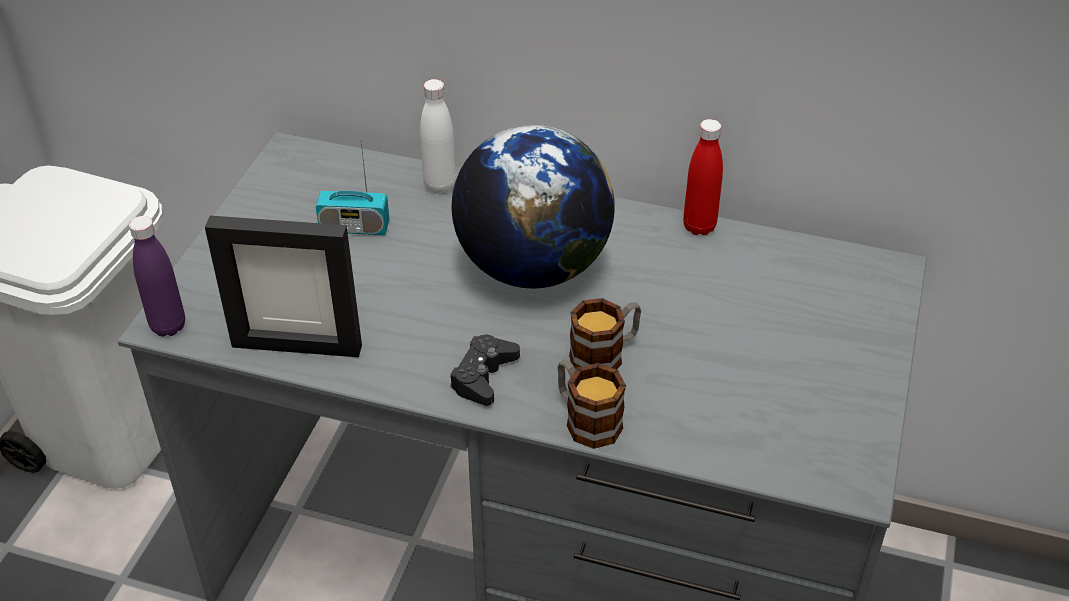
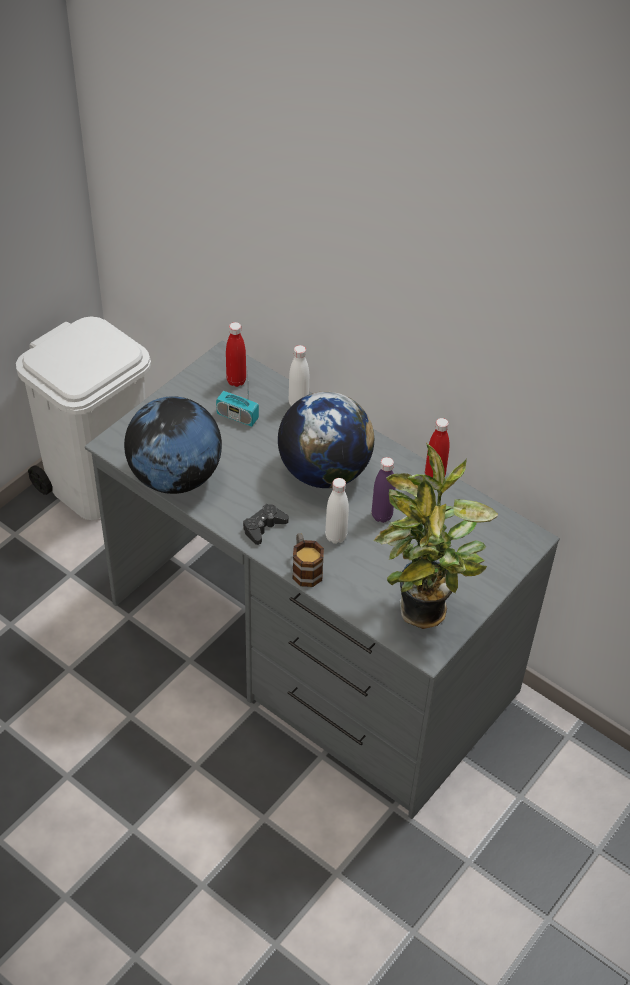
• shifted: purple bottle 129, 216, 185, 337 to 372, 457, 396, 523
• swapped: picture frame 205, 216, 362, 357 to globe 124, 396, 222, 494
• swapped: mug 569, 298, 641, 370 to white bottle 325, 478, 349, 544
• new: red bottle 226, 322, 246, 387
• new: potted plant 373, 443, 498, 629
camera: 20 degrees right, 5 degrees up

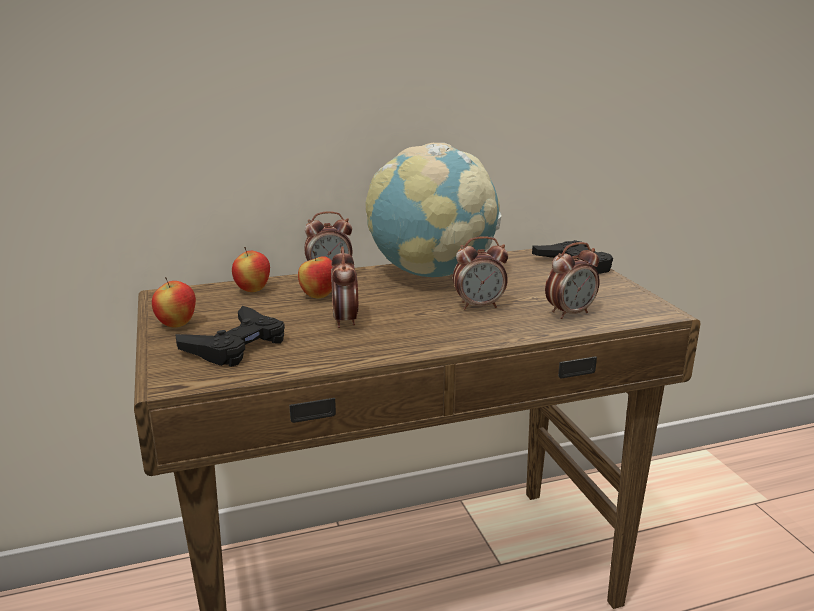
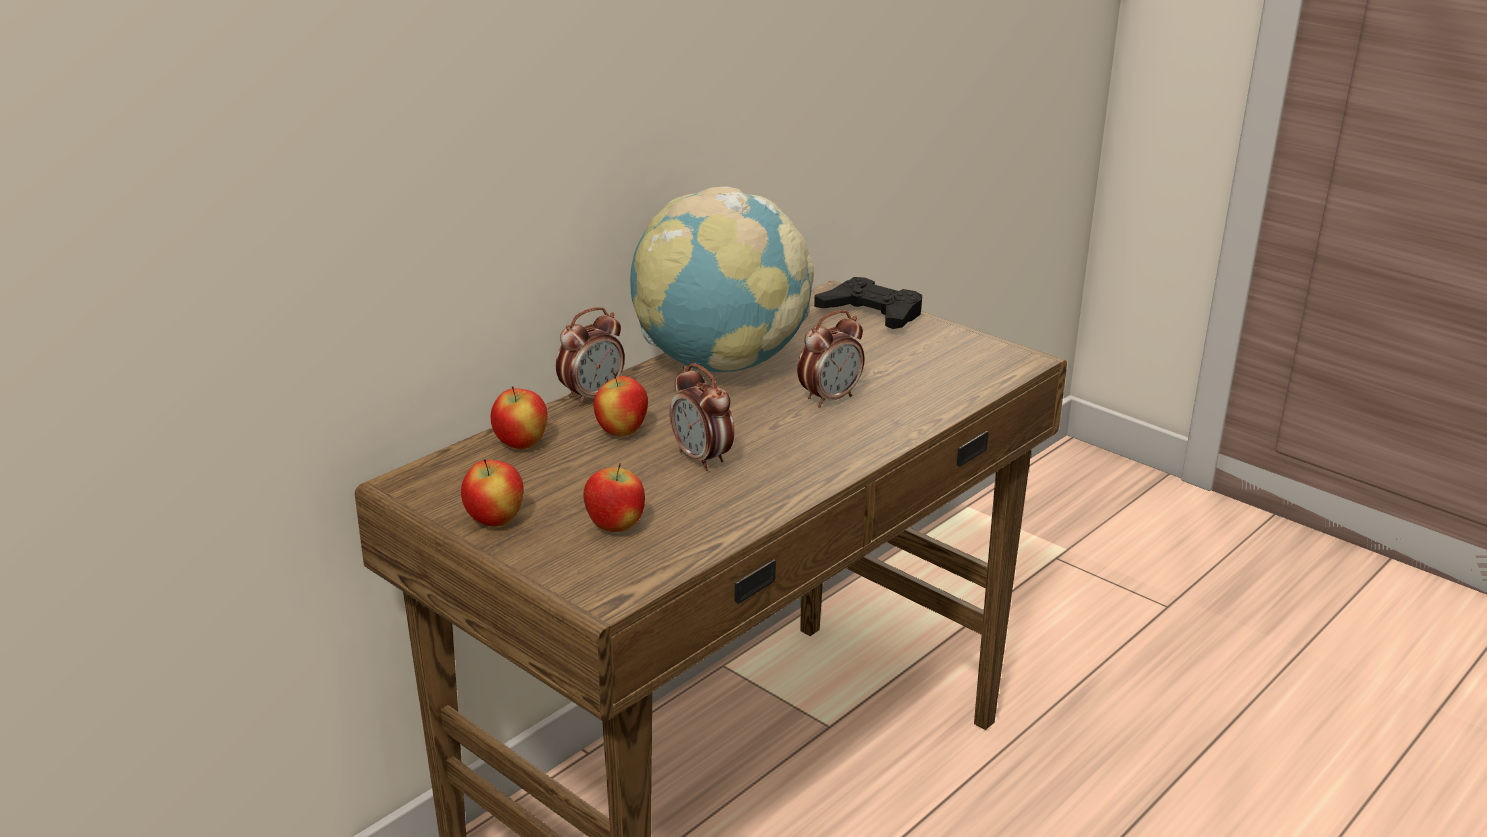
• gone: alarm clock 545, 242, 600, 319
• swapped: black game controller 175, 306, 285, 367 to apple 584, 463, 645, 532
camera: 30 degrees left, 5 degrees up

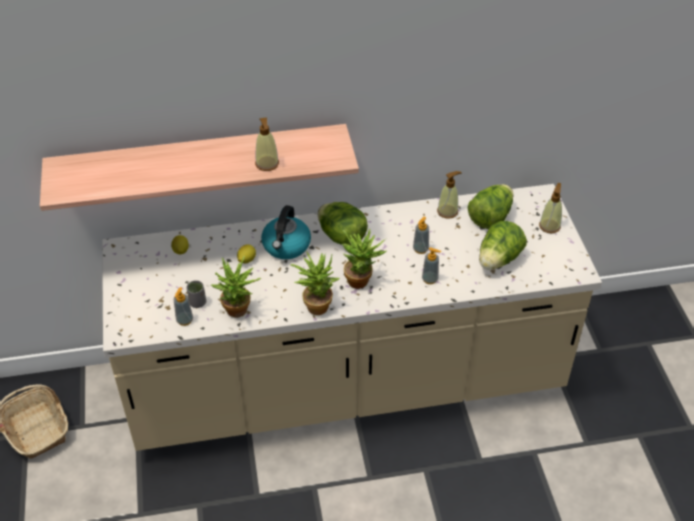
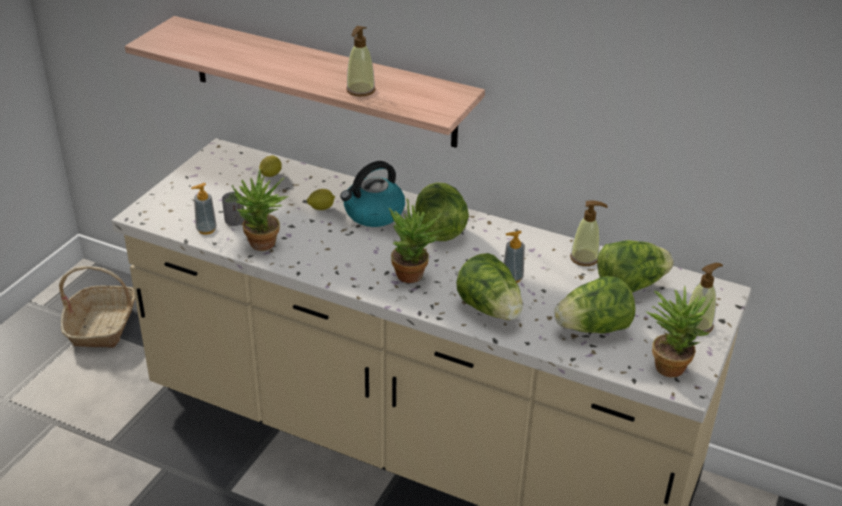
• swapped: soap dispenser 422, 247, 441, 284 to lettuce 456, 253, 523, 320
• shifted: potted plant 290, 251, 340, 315 to 647, 286, 713, 377
camera: 35 degrees right, 10 degrees down

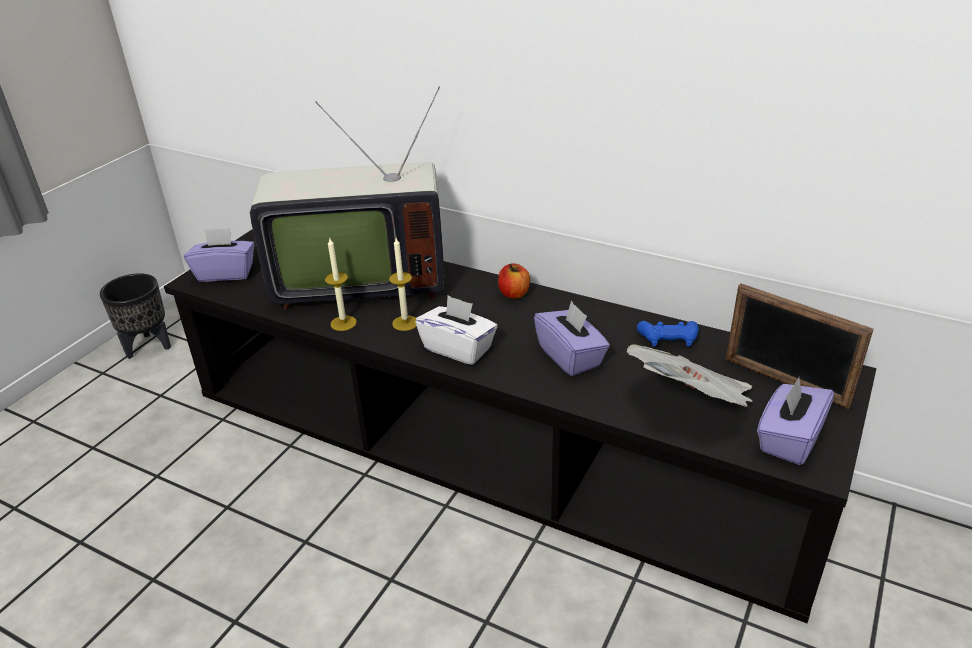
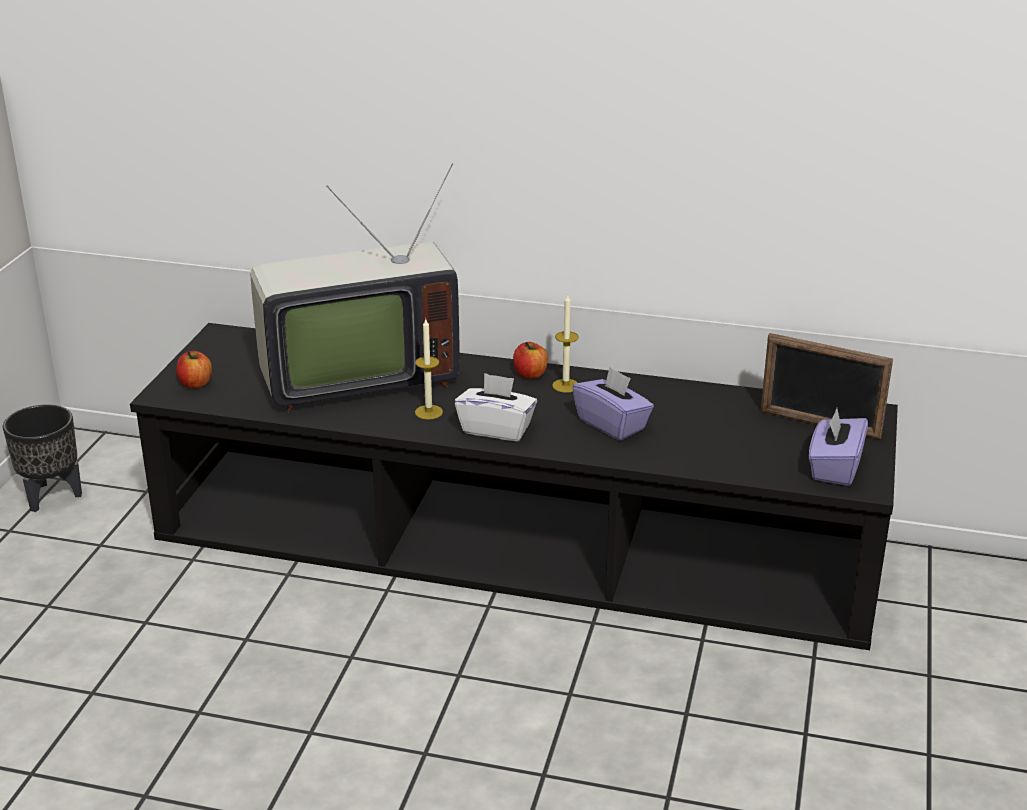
• swapped: purple tissue box 184, 228, 255, 282 to apple 176, 351, 212, 388
• shifted: candle 325, 238, 357, 331 to 552, 295, 579, 393
• gone: blue game controller 637, 321, 699, 347
• gone: newspaper 627, 344, 752, 407
camera: 15 degrees left, 5 degrees down

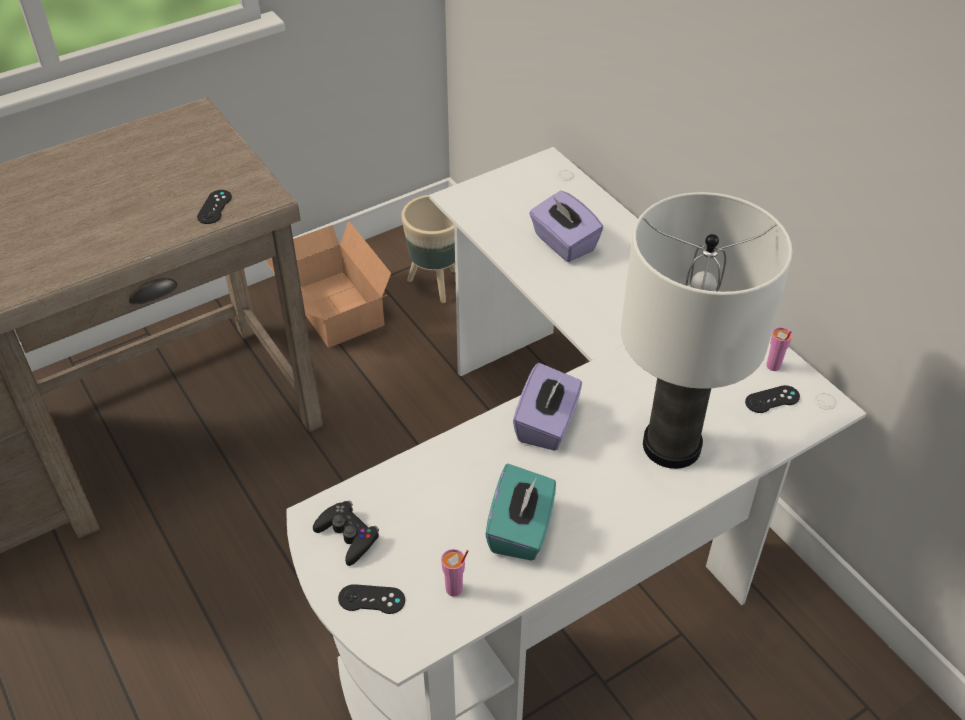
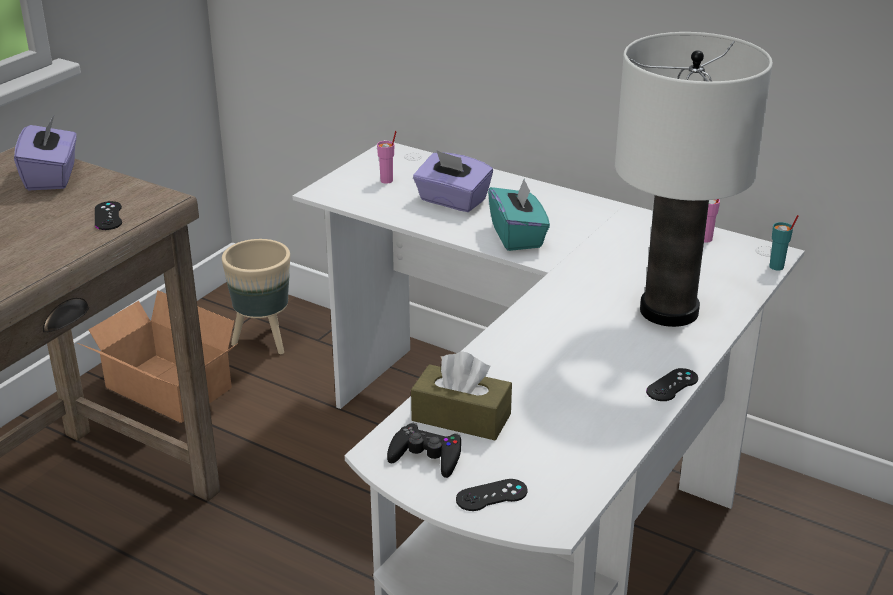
• shifted: purple tissue box 513, 363, 582, 451 to 14, 116, 77, 190
• shifted: black game controller 745, 385, 800, 413 to 646, 368, 698, 401
• shifted: turquoise tissue box 485, 464, 556, 561 to 488, 177, 550, 251
• shifted: pink cup 441, 549, 468, 597 to 377, 131, 397, 184
• new: turquoise cup 769, 215, 799, 271
• new: brown tissue box 411, 351, 512, 440
camera: 25 degrees left, 15 degrees down

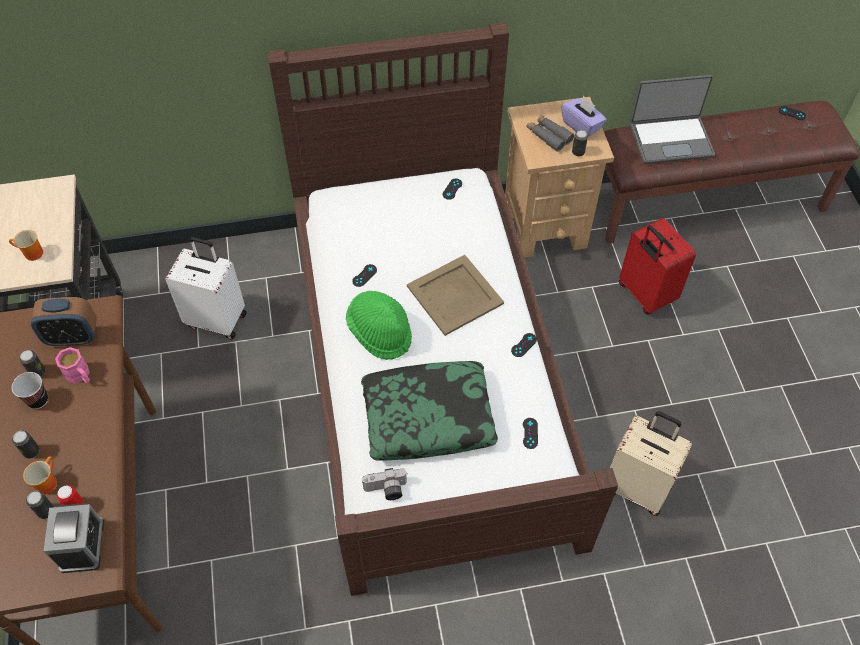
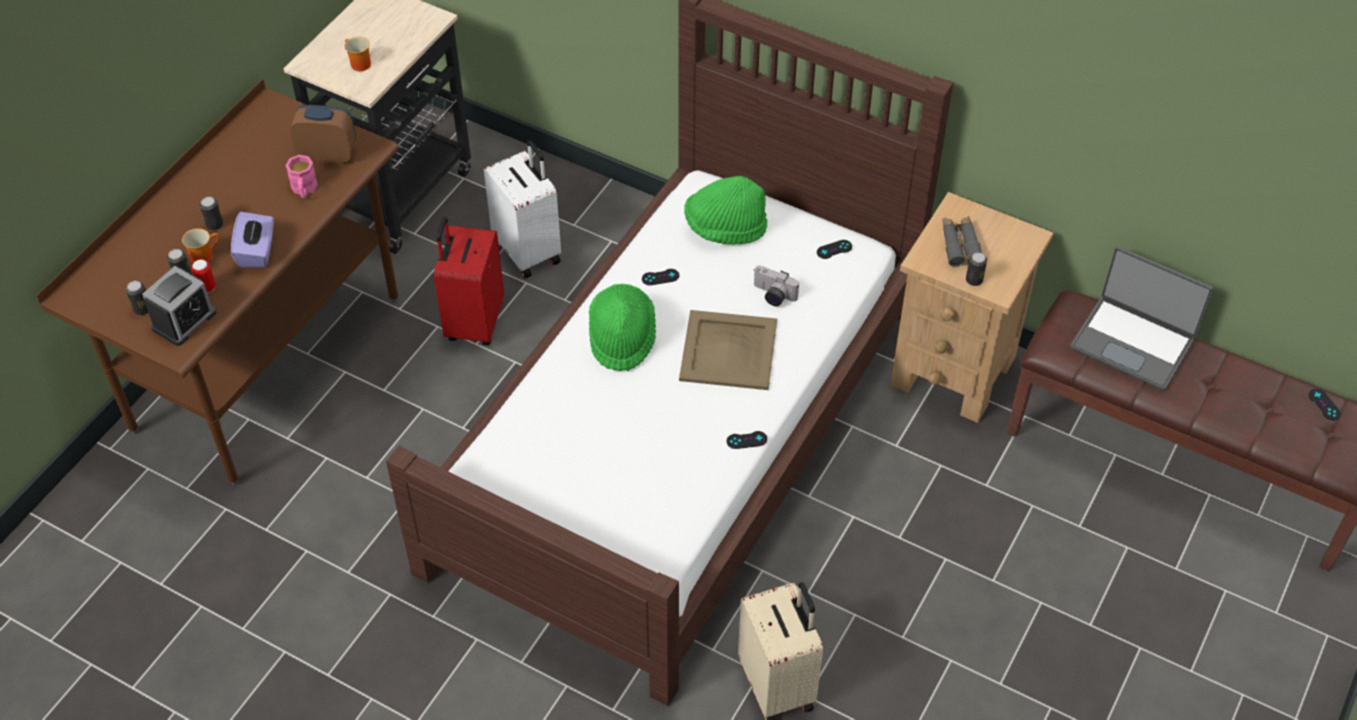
• shifted: purple tissue box 561, 96, 606, 137 to 231, 212, 274, 268
• shifted: red suitcase 619, 218, 696, 315 to 434, 217, 504, 345
• rotated: alarm clock 31, 297, 97, 346 = 290, 105, 356, 163 150 degrees clockwise
• shifted: can 19, 350, 45, 377 to 126, 281, 148, 315
• gone: pillow 361, 361, 498, 461
• gone: cup 12, 372, 48, 409
• gone: black game controller 523, 418, 538, 449
• shifted: photo camera 362, 468, 407, 500 to 754, 266, 799, 306
• new: green hat 684, 176, 767, 244
camera: 40 degrees right, 5 degrees down

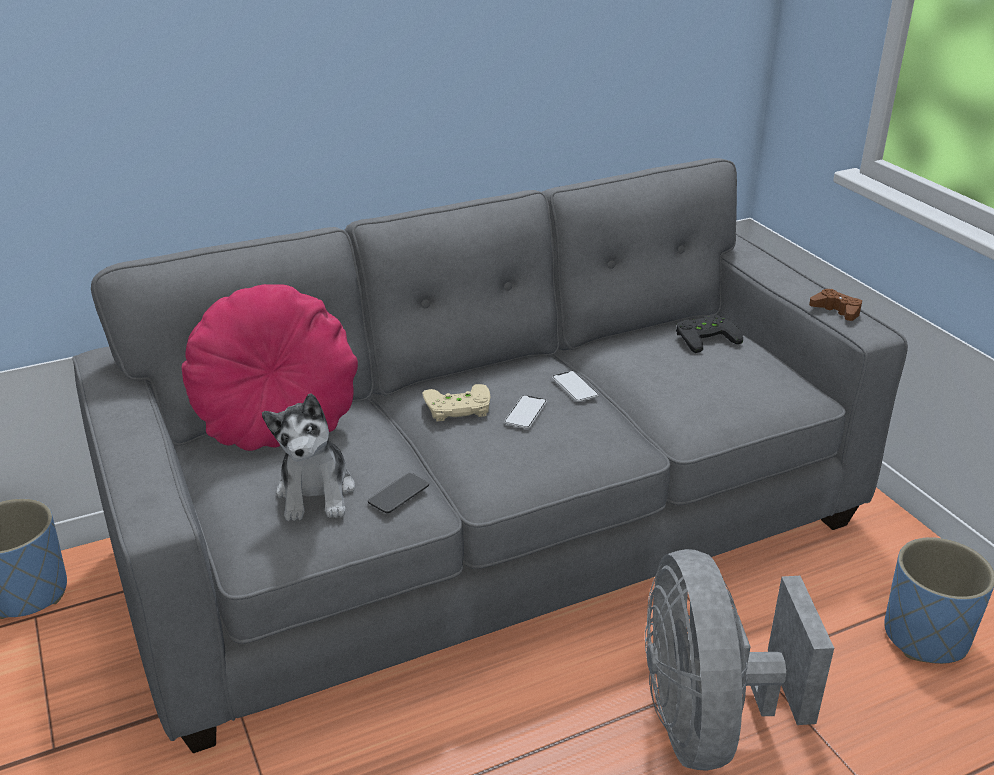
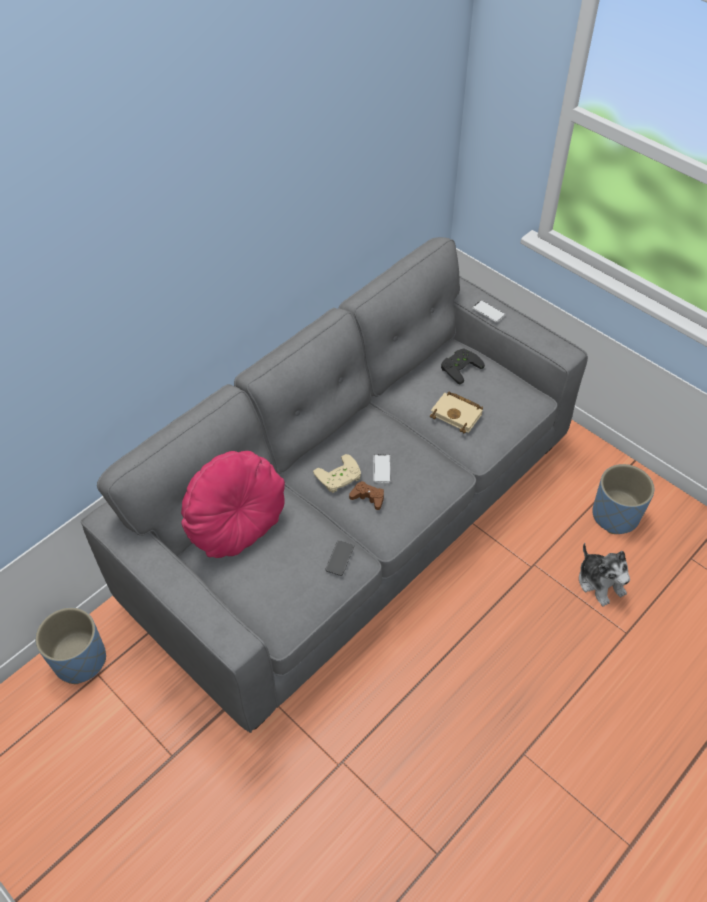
• shifted: brown game controller 809, 289, 862, 321 to 349, 481, 384, 510
• shifted: phone 552, 371, 599, 402 to 472, 300, 506, 322
• shifted: plush toy 262, 393, 355, 521 to 579, 543, 630, 606
• gone: grey fan 645, 549, 834, 771
• new: beige book 430, 392, 483, 433
camera: 20 degrees left, 20 degrees up

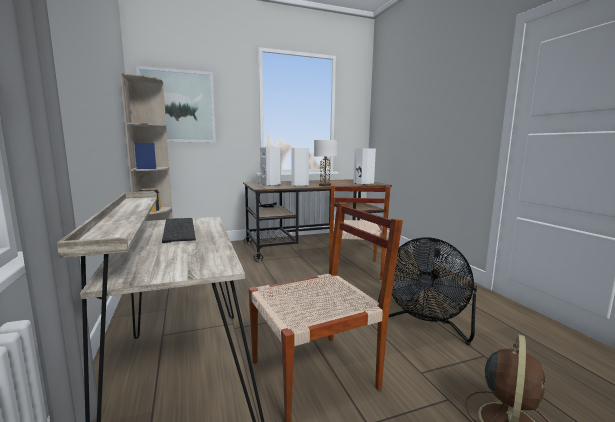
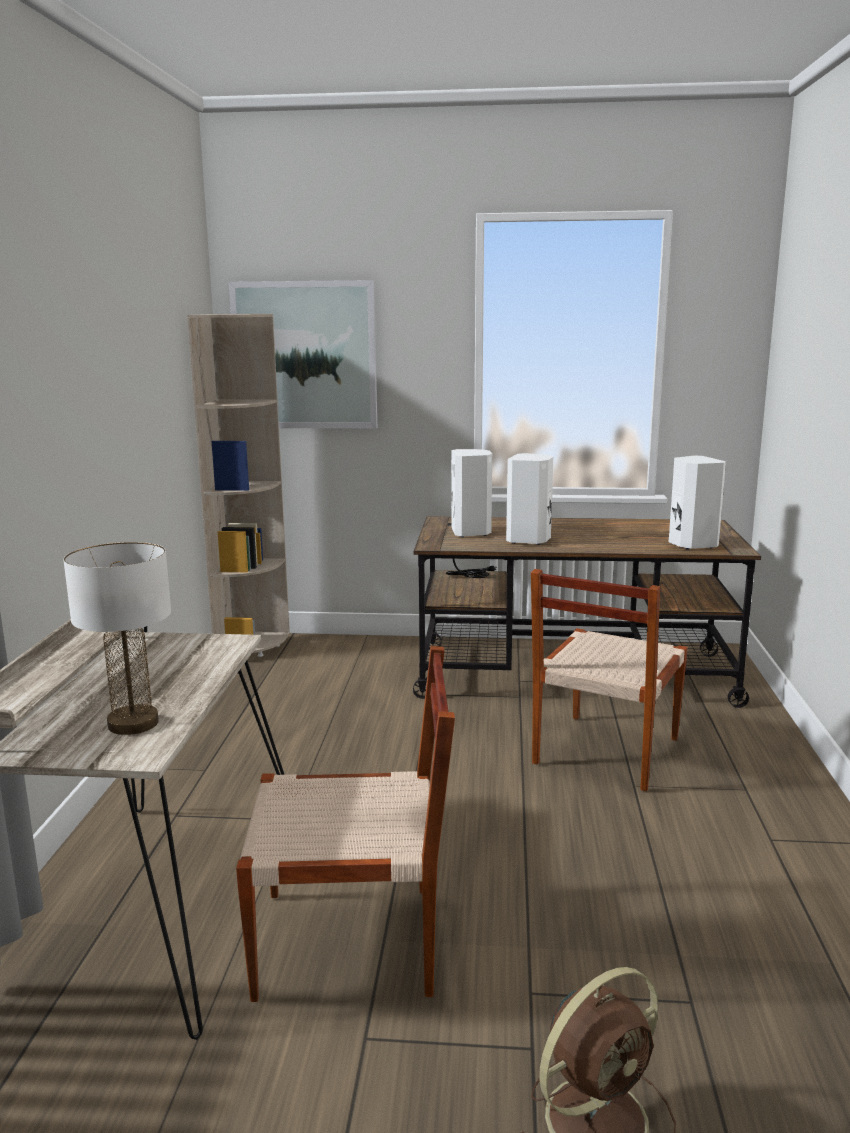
• shifted: table lamp 314, 140, 338, 186 to 63, 542, 171, 735
• gone: keyboard 162, 218, 196, 243
• gone: black fan 378, 237, 477, 345
camera: 25 degrees right, 5 degrees up

